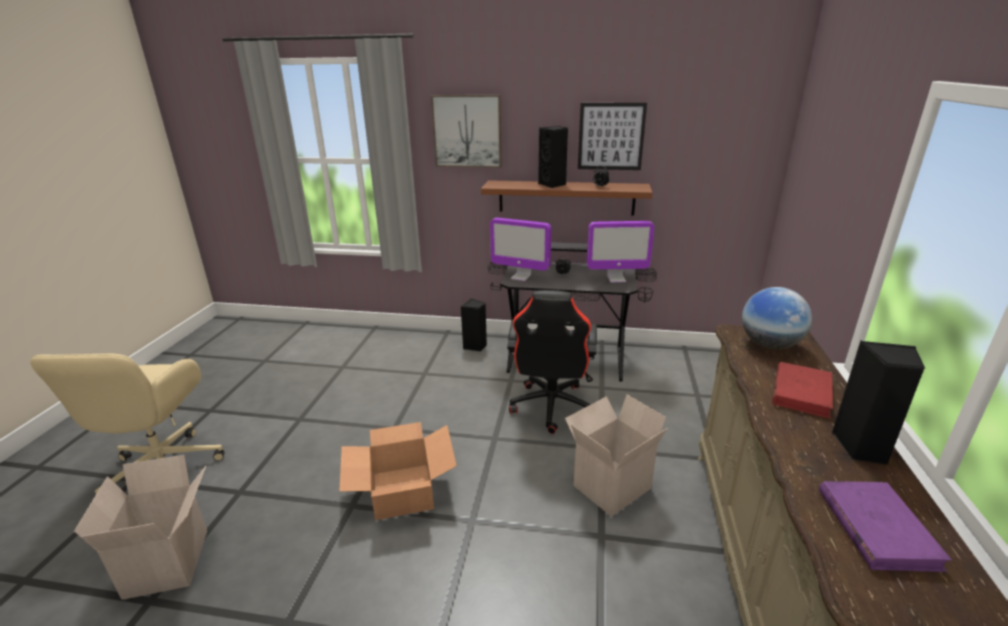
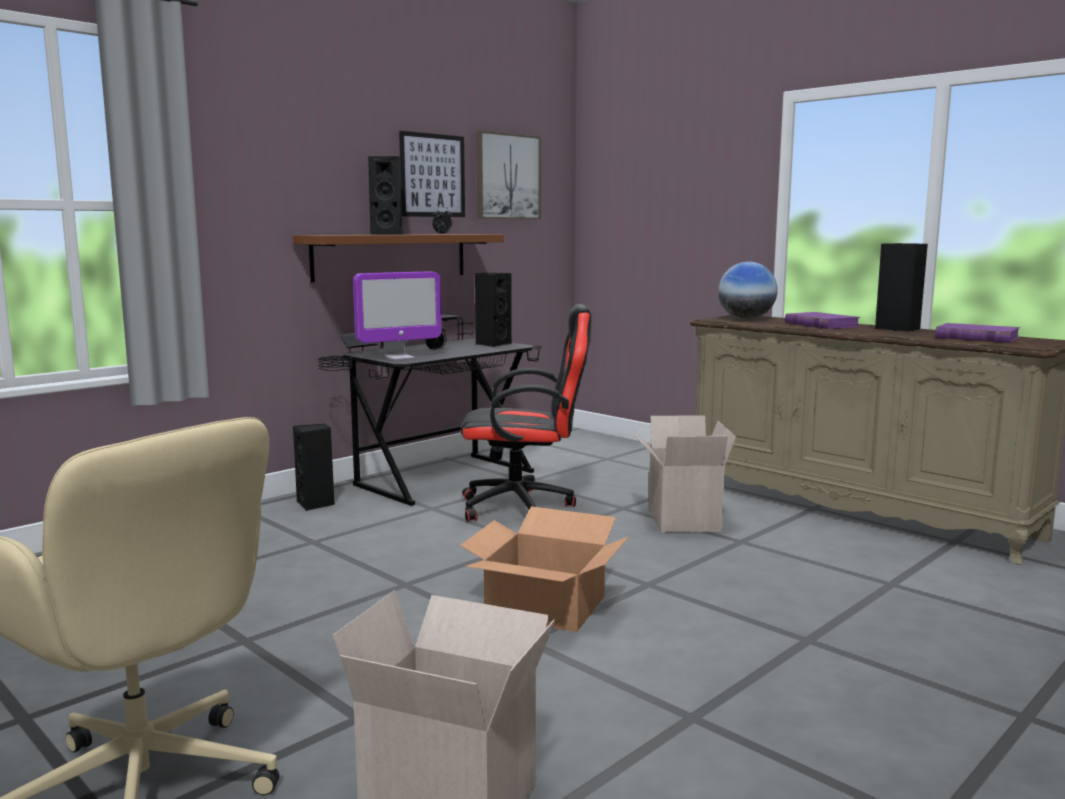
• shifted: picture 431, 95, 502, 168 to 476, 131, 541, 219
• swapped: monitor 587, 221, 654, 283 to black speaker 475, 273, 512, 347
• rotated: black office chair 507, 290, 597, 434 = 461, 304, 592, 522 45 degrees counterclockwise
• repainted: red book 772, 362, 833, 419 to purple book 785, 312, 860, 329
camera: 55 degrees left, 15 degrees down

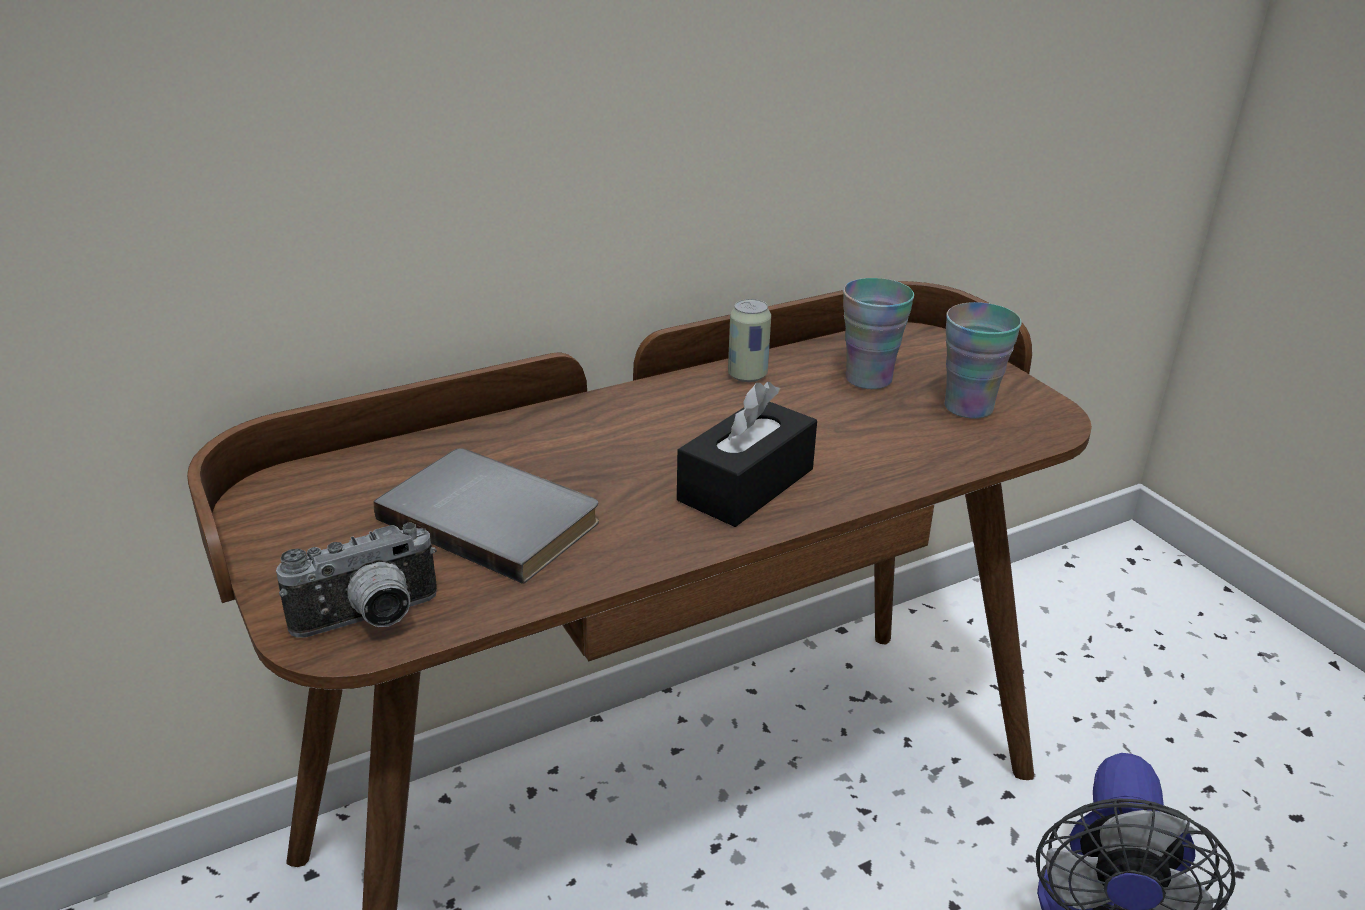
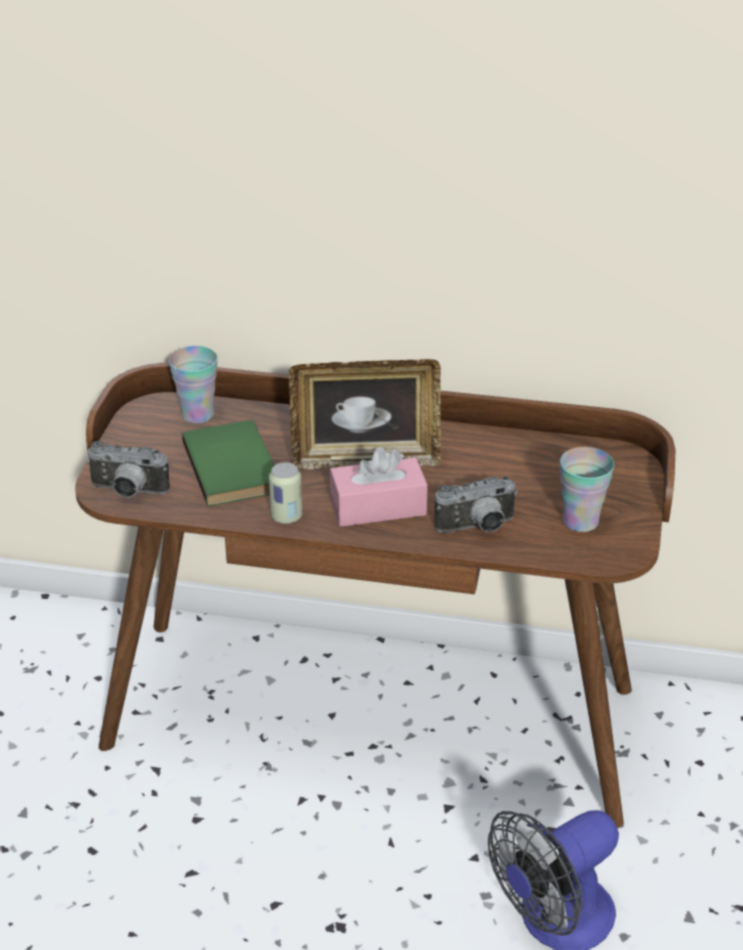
• shifted: cup 843, 278, 914, 389 to 169, 346, 217, 423
• shifted: can 728, 299, 771, 382 to 269, 462, 302, 524
• repainted: black tissue box 677, 382, 817, 527 to pink tissue box 330, 447, 428, 527
• repainted: grey book 373, 448, 599, 584 to green book 182, 420, 274, 506
• new: picture frame 289, 359, 441, 469
• new: photo camera 434, 476, 518, 533
camera: 40 degrees right, 5 degrees up

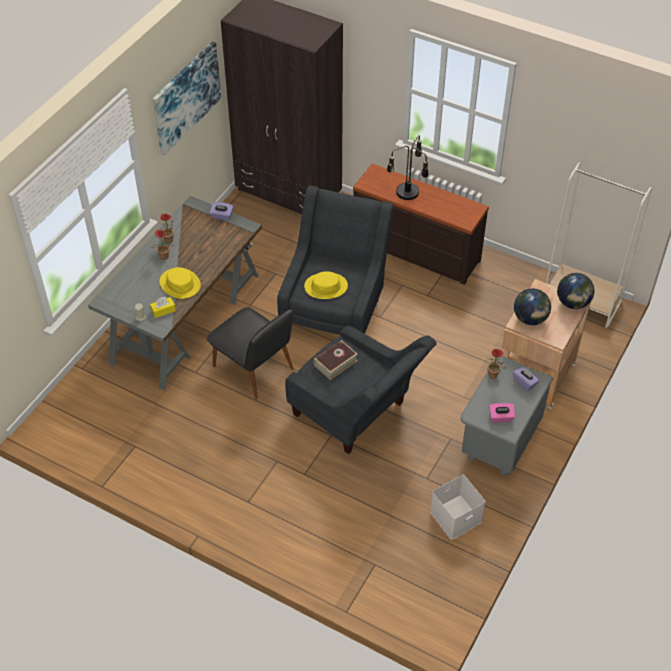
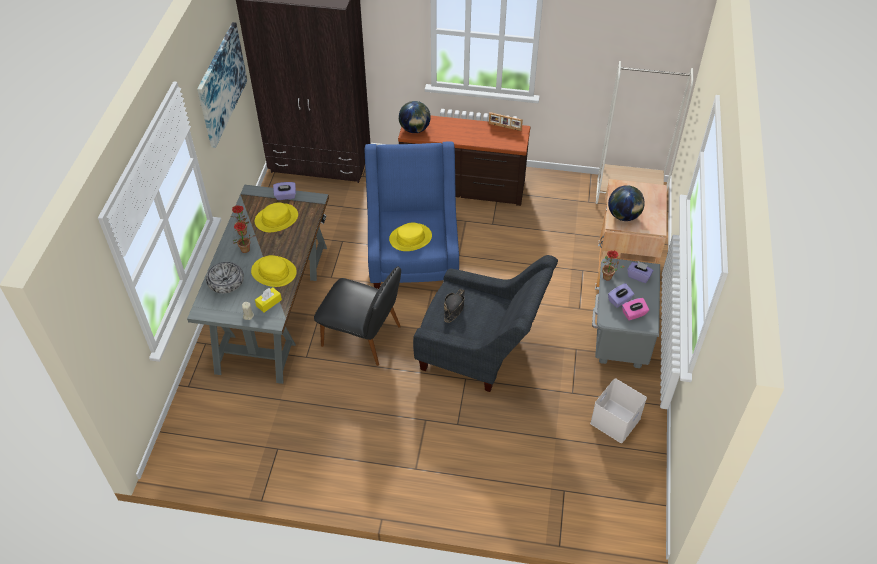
• gone: table lamp 387, 135, 428, 200
• repainted: grey armchair 277, 186, 394, 335 to blue armchair 365, 142, 459, 289
• shifted: globe 557, 273, 594, 309 to 399, 101, 431, 133
• swapped: book 314, 340, 358, 380 to black hat 444, 289, 465, 323
• new: picture frame 489, 112, 523, 131
• new: yellow hat 255, 202, 298, 232
• new: bowl 206, 262, 244, 293
• new: purple tissue box 608, 283, 634, 308
camera: 20 degrees left, 0 degrees up

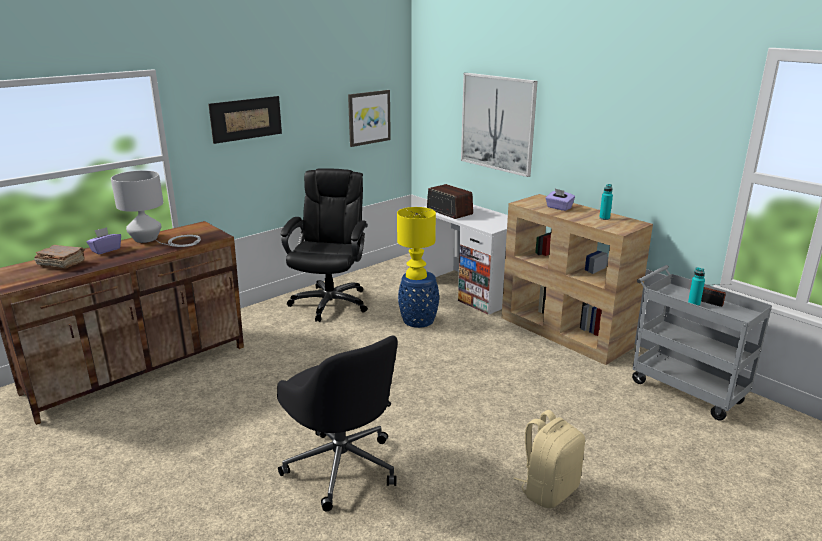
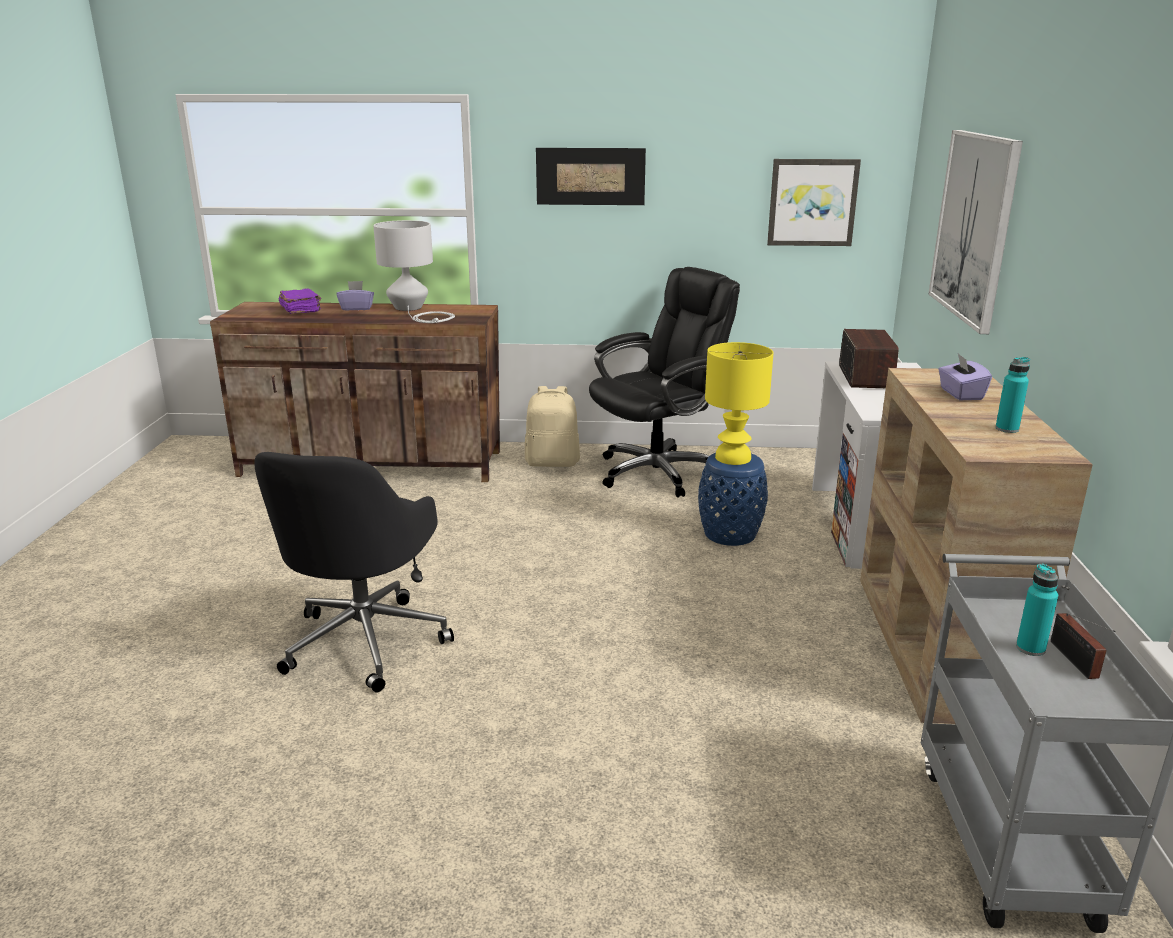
• repainted: brown book 34, 245, 85, 269 to purple book 279, 288, 321, 314
• shifted: beige backpack 514, 410, 585, 508 to 525, 386, 580, 467
camera: 45 degrees right, 0 degrees up

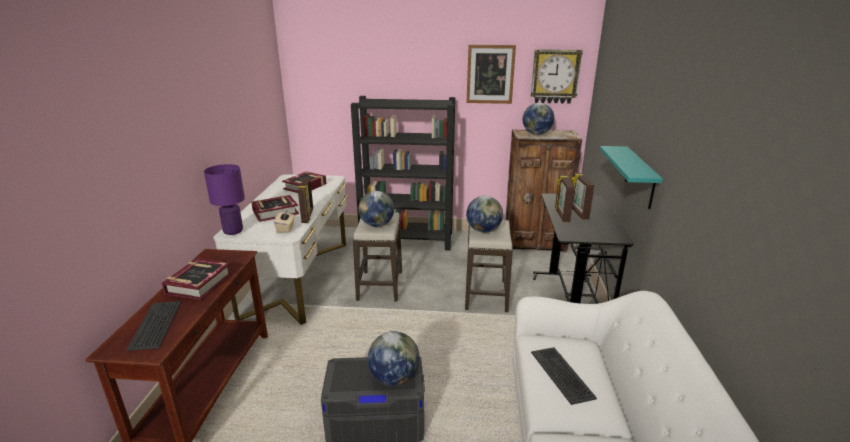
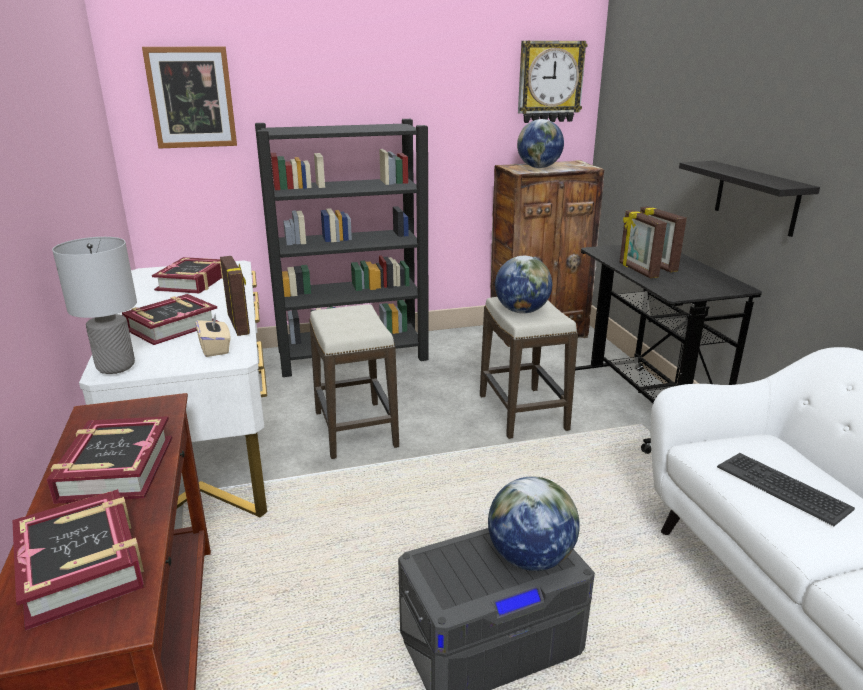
• shifted: picture 467, 45, 516, 104 to 142, 47, 237, 149
• repainted: turquoise shelf 600, 146, 663, 209 to black shelf 679, 161, 820, 237
• repainted: purple table lamp 204, 164, 245, 235 to grey table lamp 52, 237, 137, 374
• gone: globe 358, 191, 394, 227
• swapped: keyboard 127, 301, 181, 351 to book 12, 489, 144, 630
camera: 20 degrees left, 0 degrees up

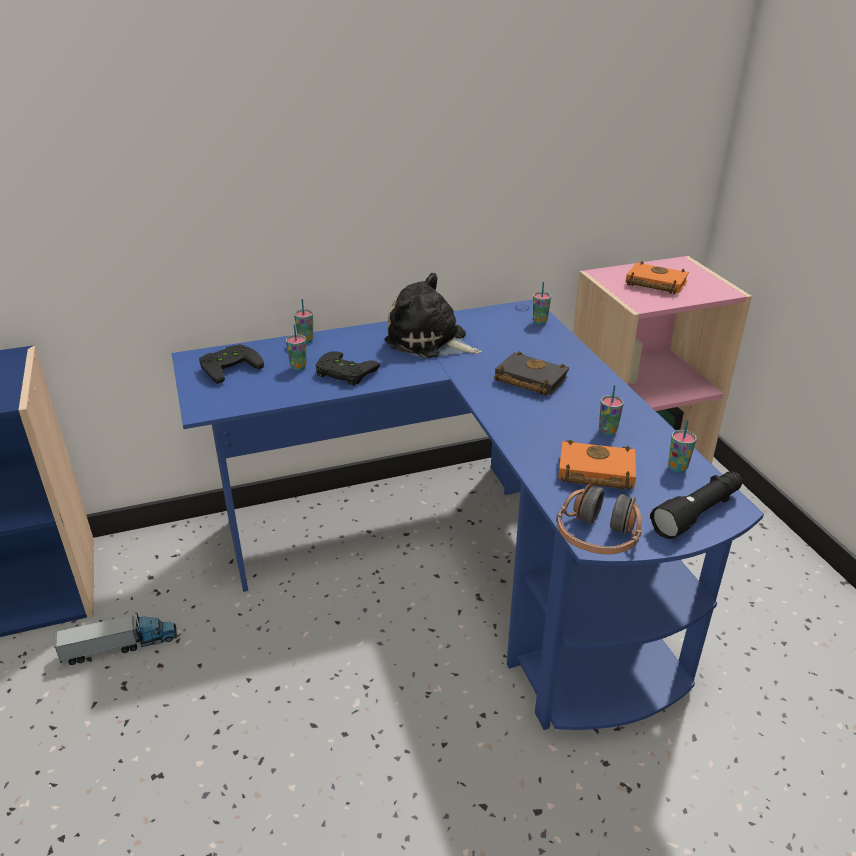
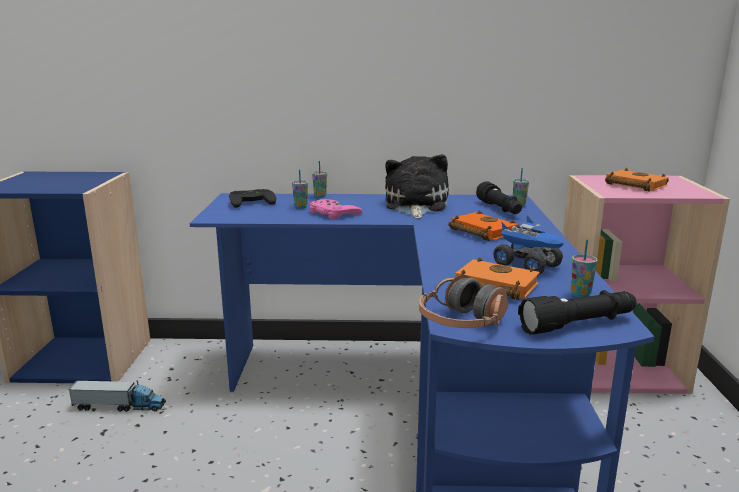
• rotated: plush toy 384, 273, 481, 358 = 385, 154, 449, 219 45 degrees clockwise
• repainted: black game controller 315, 351, 380, 386 to pink game controller 310, 199, 362, 219
• repainted: black book 494, 351, 569, 396 to orange book 448, 210, 520, 241
• swapped: cup 599, 385, 624, 436 to toy truck 493, 215, 564, 275
• new: black flashlight 476, 181, 522, 214
camera: 20 degrees right, 15 degrees down

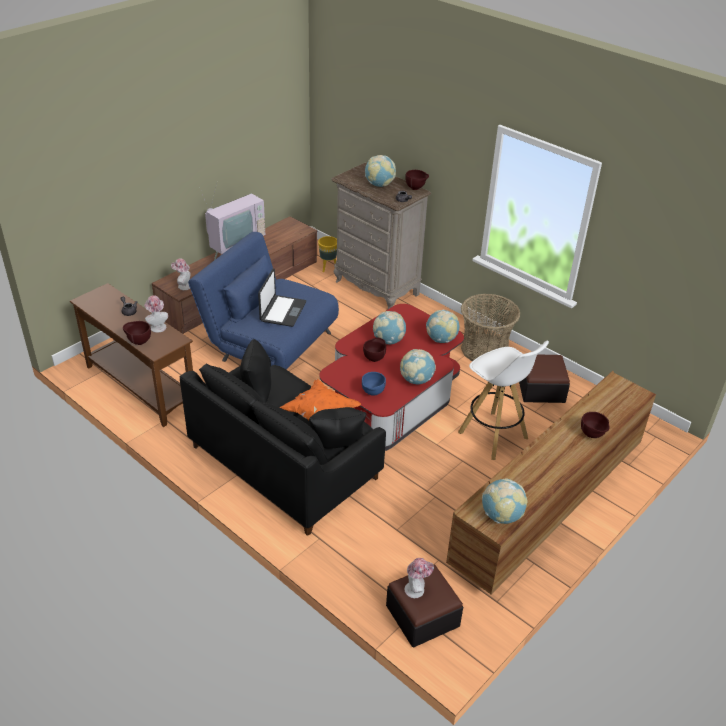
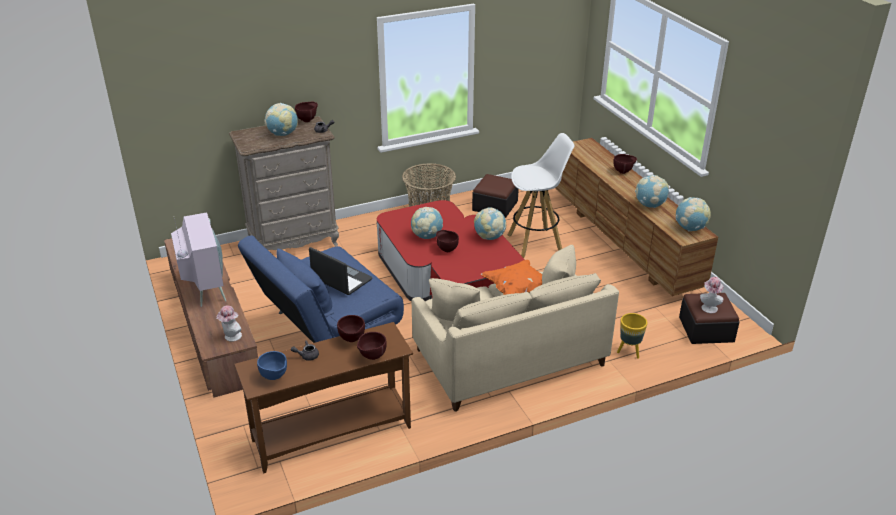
• shifted: yellow planter 318, 236, 337, 272 to 617, 313, 647, 359
• swapped: hat 144, 295, 168, 333 to brown bowl 337, 315, 365, 342
• shifted: globe 426, 309, 459, 343 to 635, 175, 669, 208
• repainted: black sofa 180, 339, 386, 536 to beige sofa 412, 245, 619, 412
• shifted: blue bowl 362, 372, 386, 396 to 257, 351, 287, 380
camera: 65 degrees left, 5 degrees down

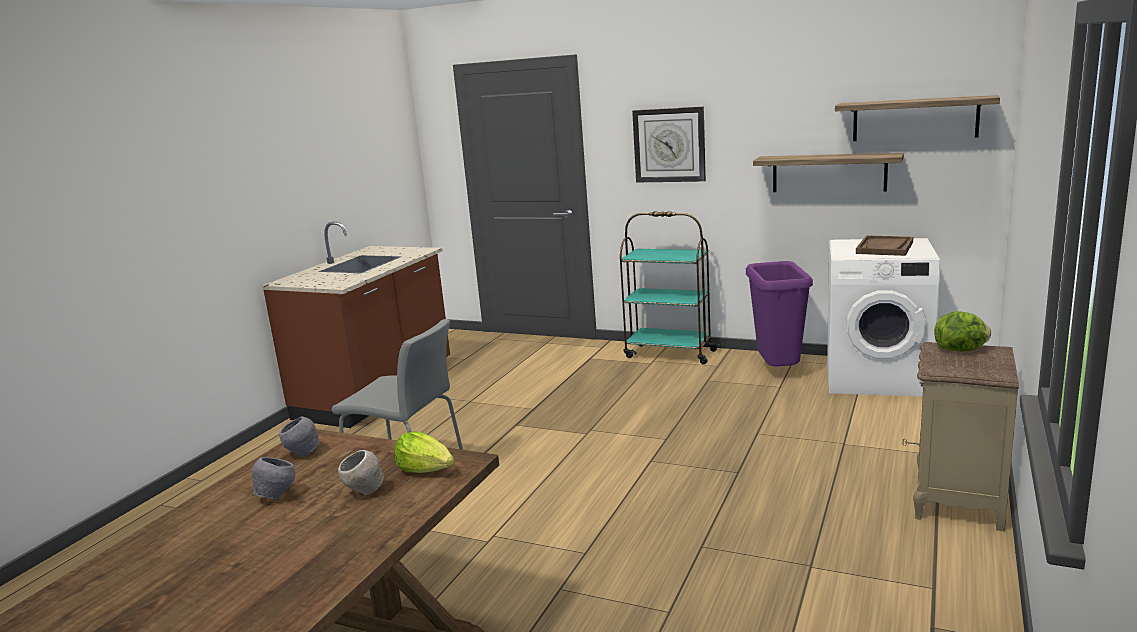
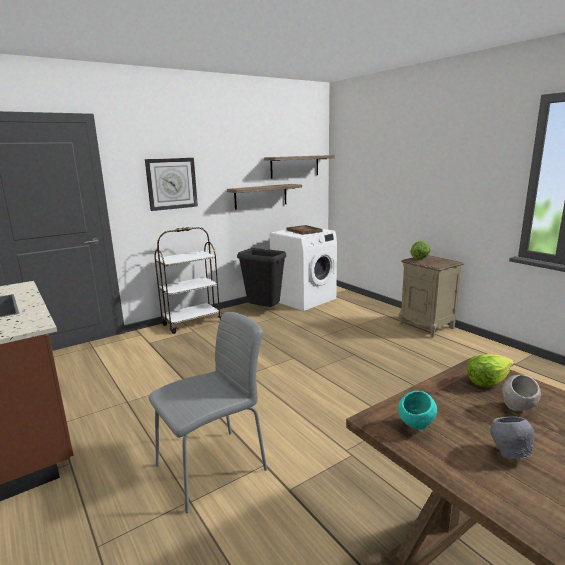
• repainted: turquoise cart 620, 211, 721, 365 to white cart 154, 227, 222, 334
• repainted: purple trash can 746, 261, 813, 366 to black trash can 237, 248, 286, 307
• repainted: grey bowl 279, 417, 320, 457 to turquoise bowl 398, 391, 437, 430
camera: 60 degrees left, 0 degrees up

